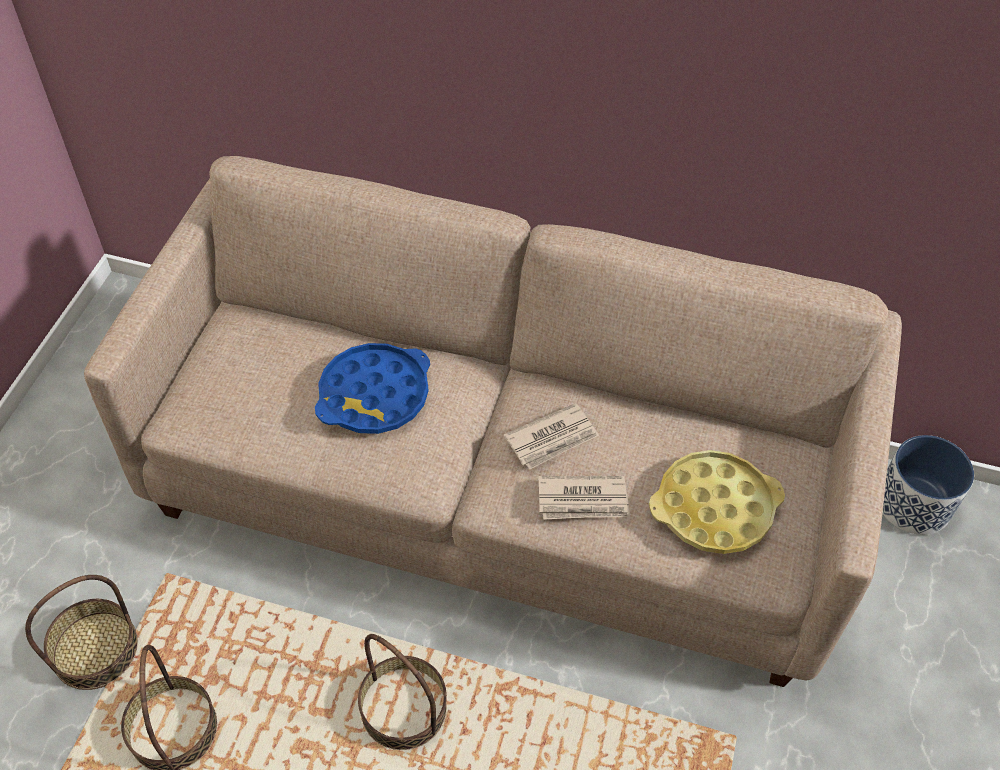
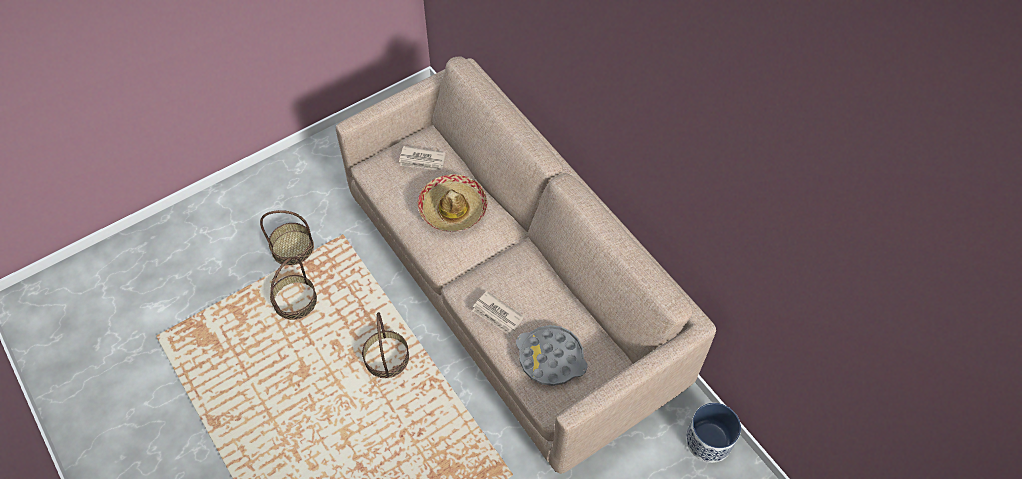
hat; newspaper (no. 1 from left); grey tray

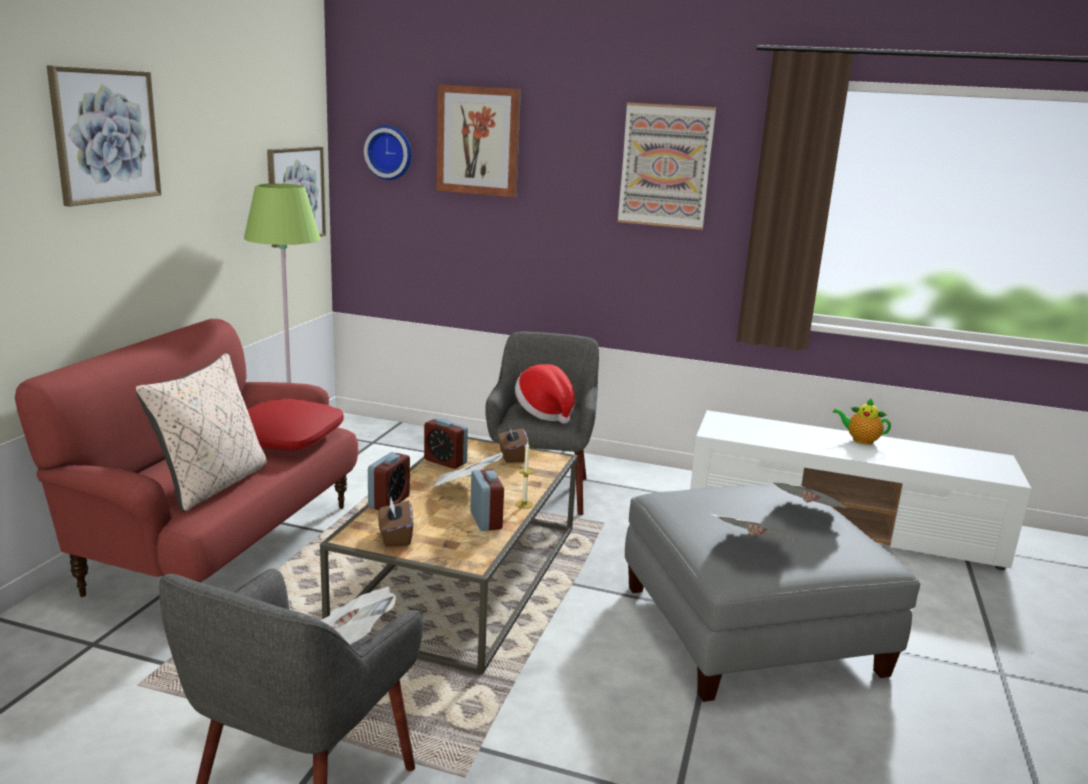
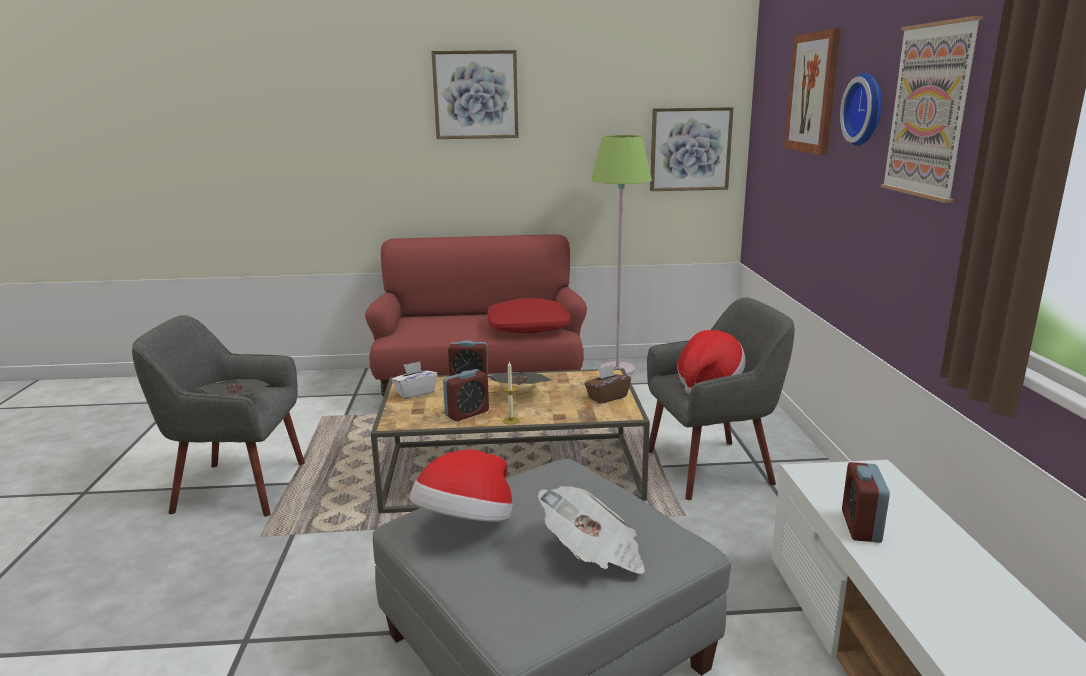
wall clock; beige pillow; teapot; alarm clock (no. 3 from left); white tissue box; hat (no. 1 from left)

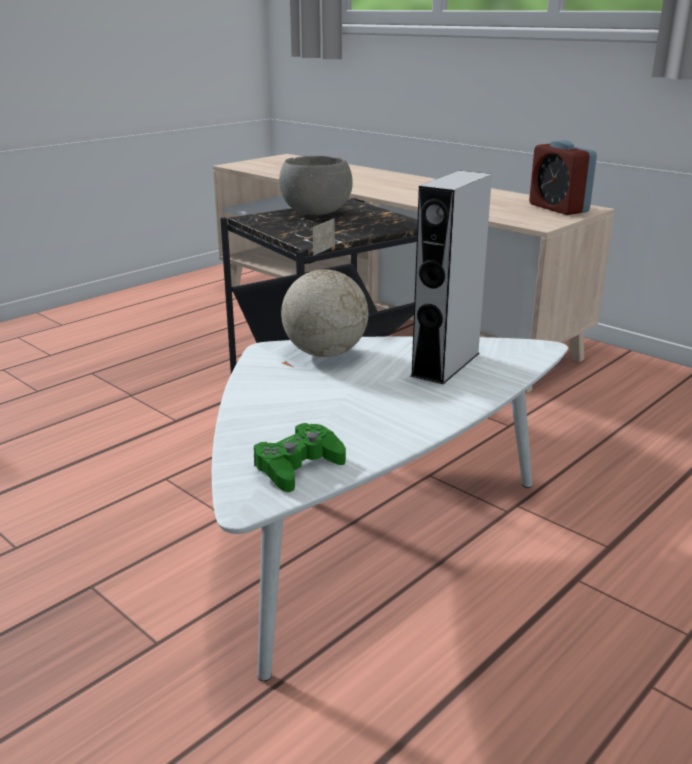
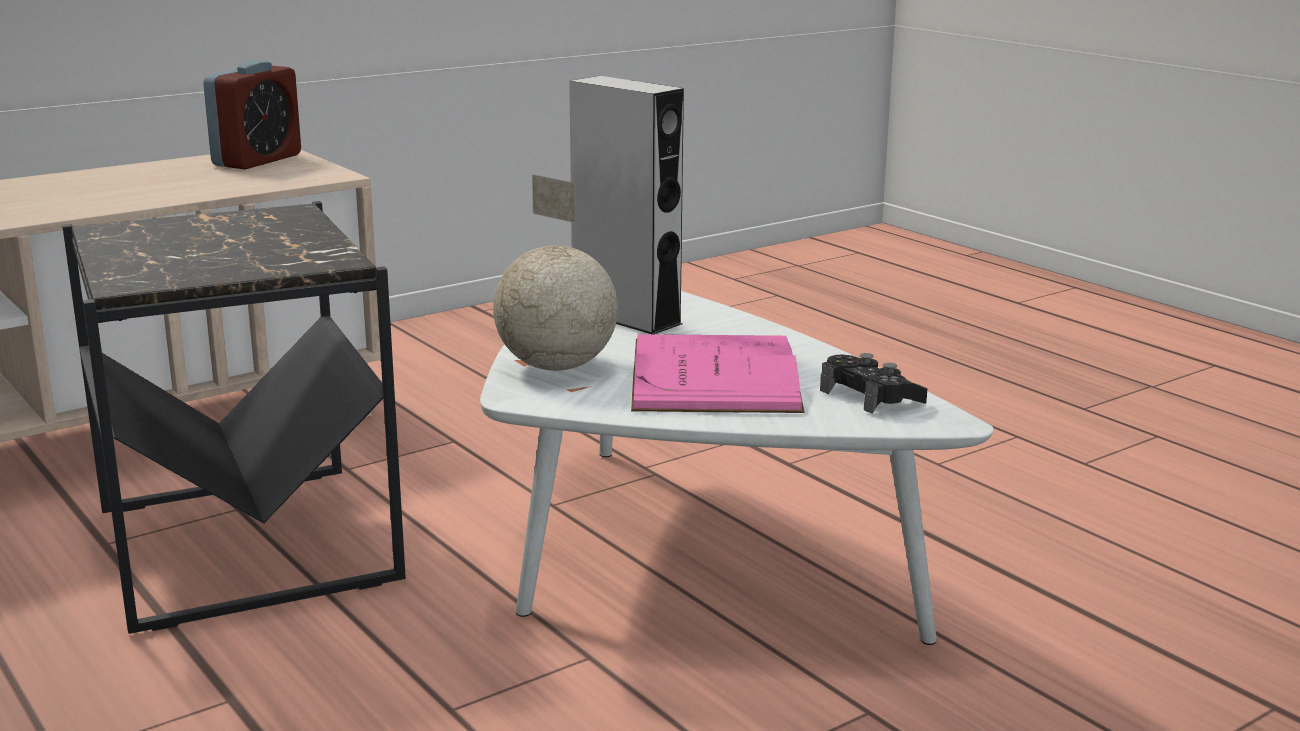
alarm clock; grey bowl; black game controller; pink book

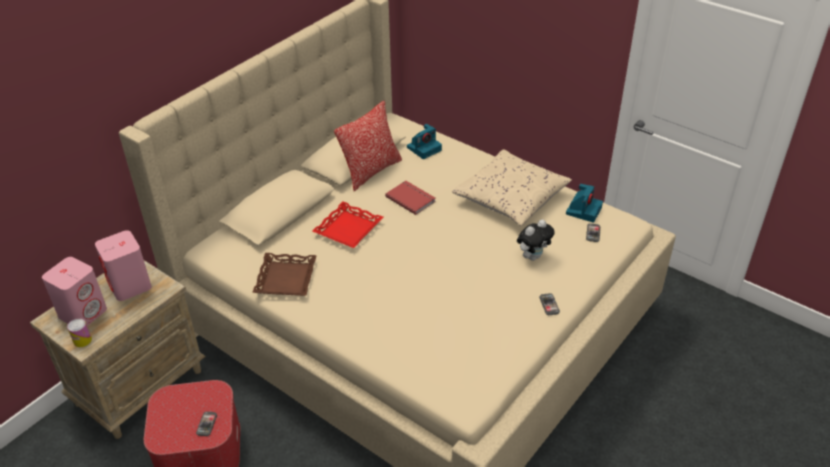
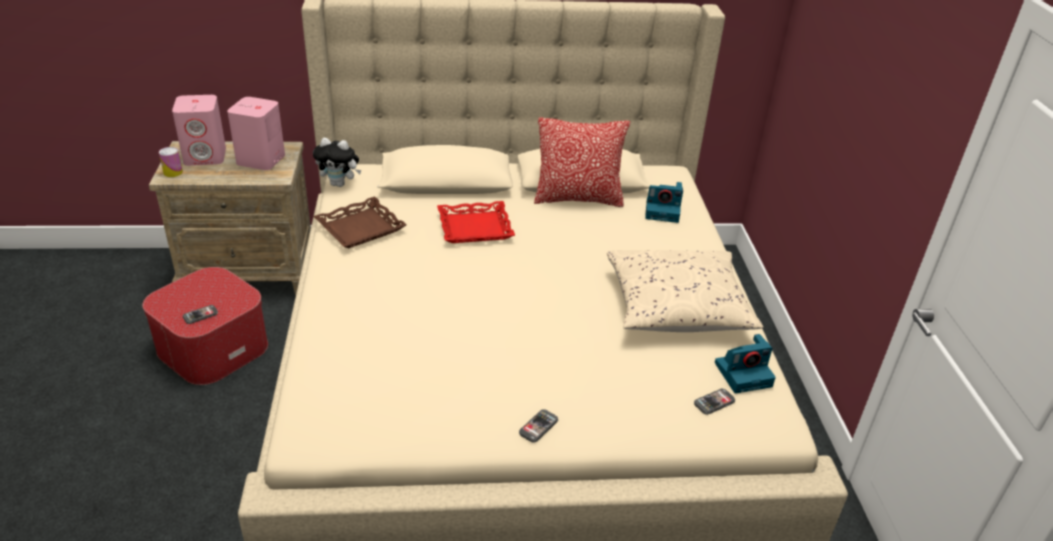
red book; plush toy

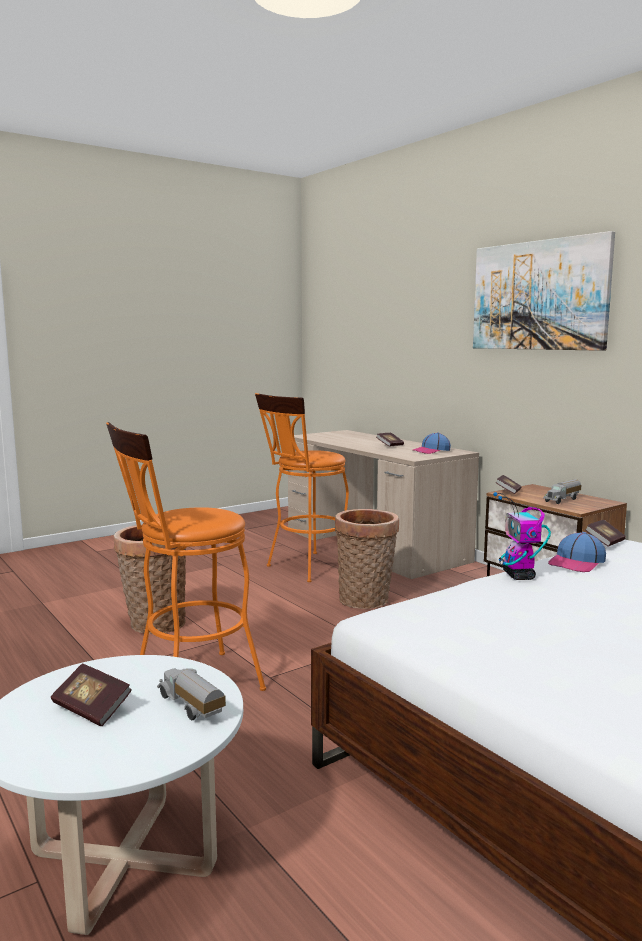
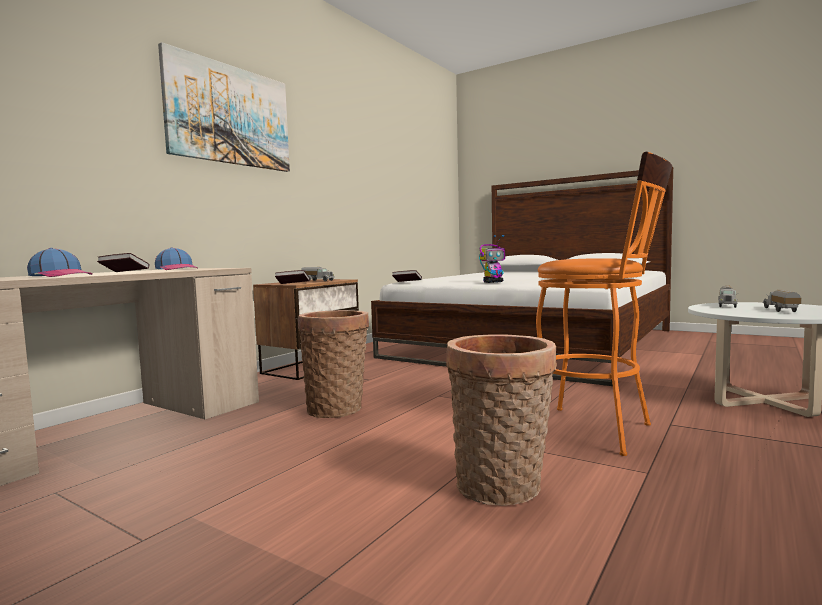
orange stool (no. 2 from left in the first image); cap (no. 1 from left); toy truck (no. 3 from left)

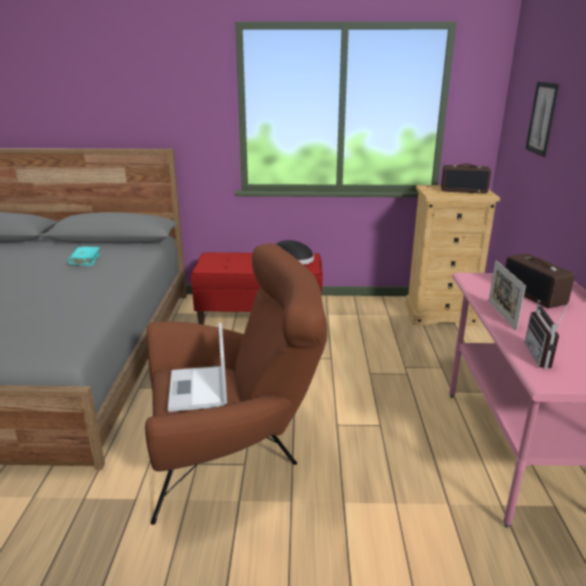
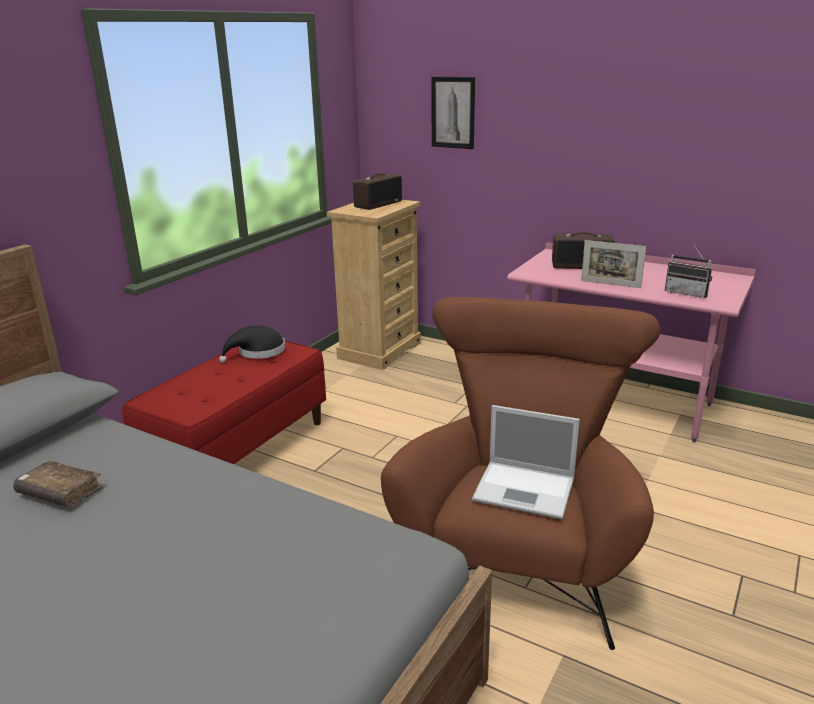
brown book

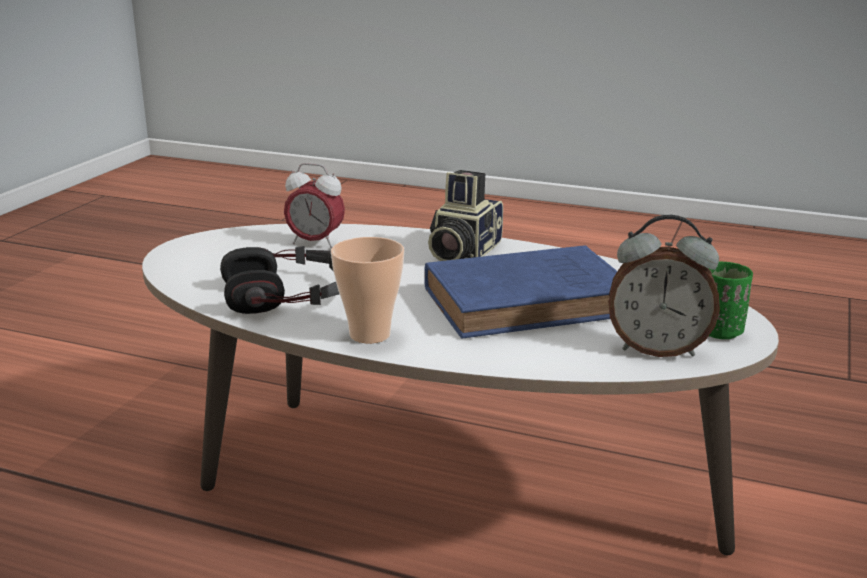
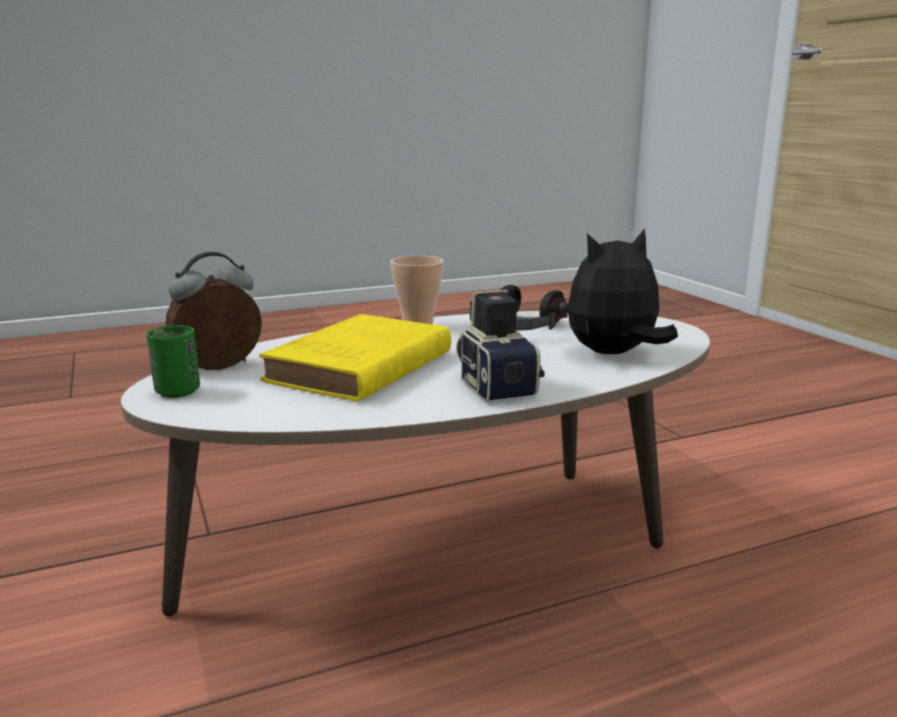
plush toy; yellow book

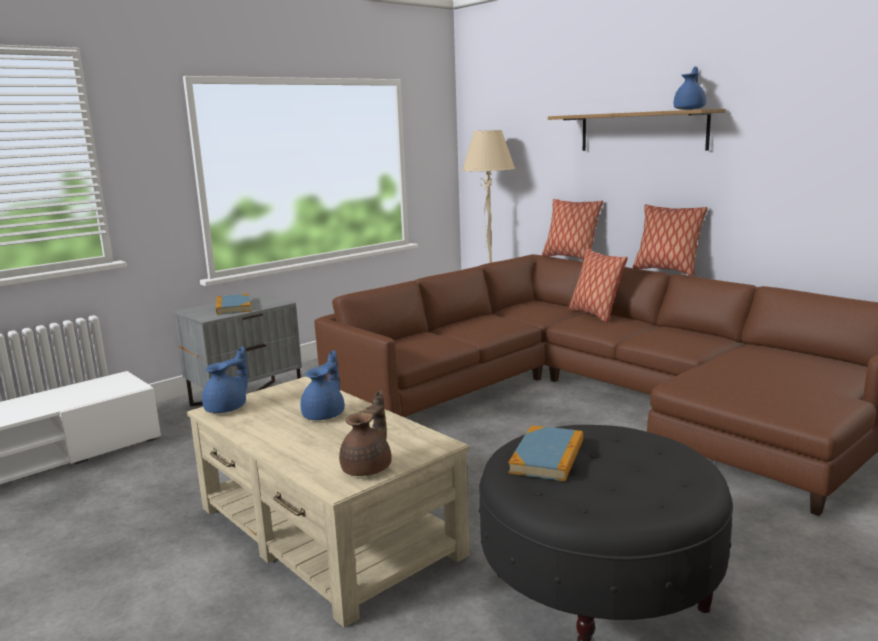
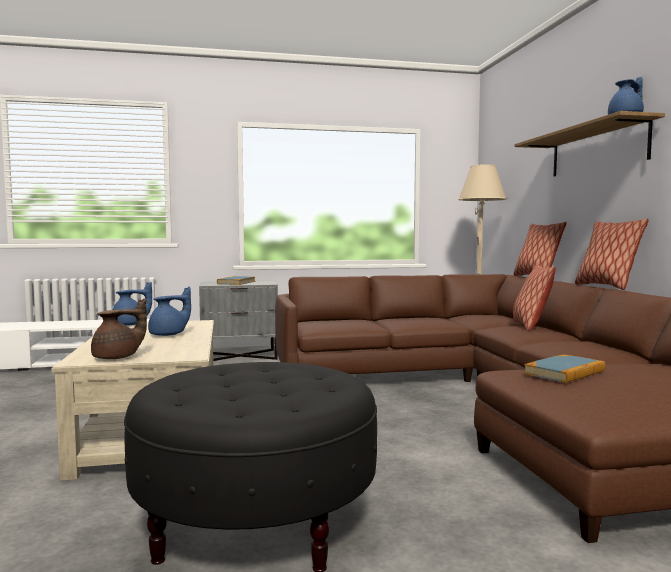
book (no. 2 from left)

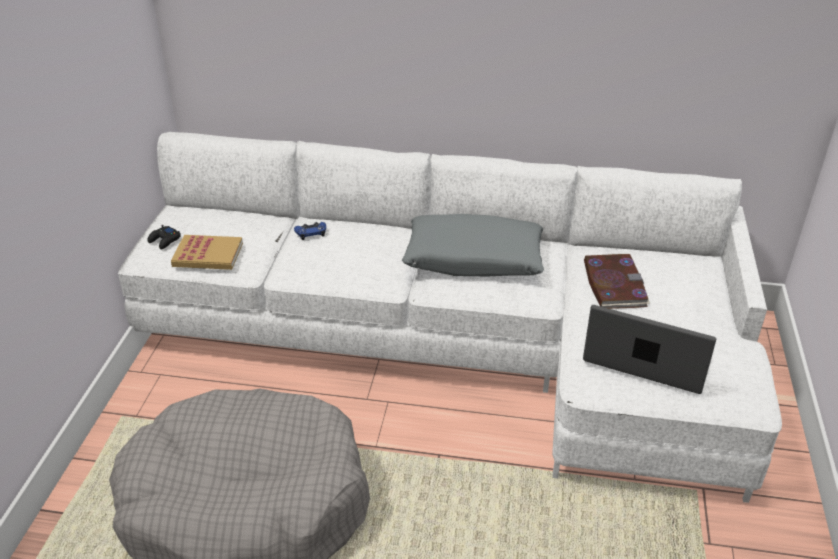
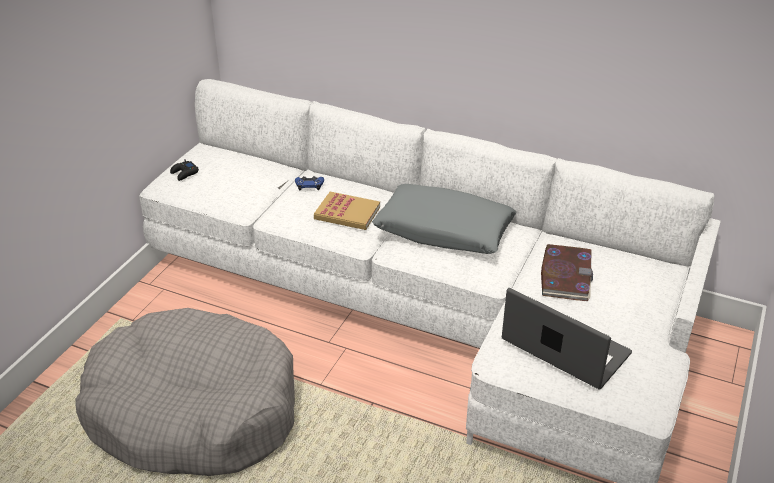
book (no. 1 from left)

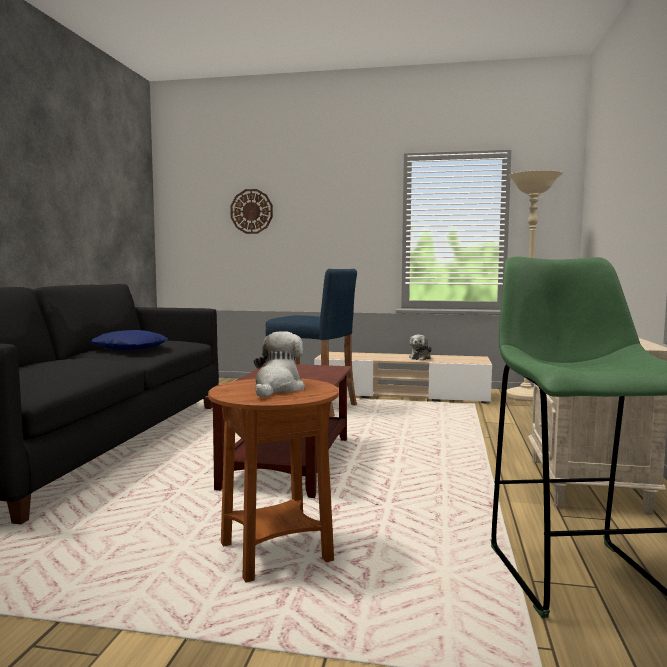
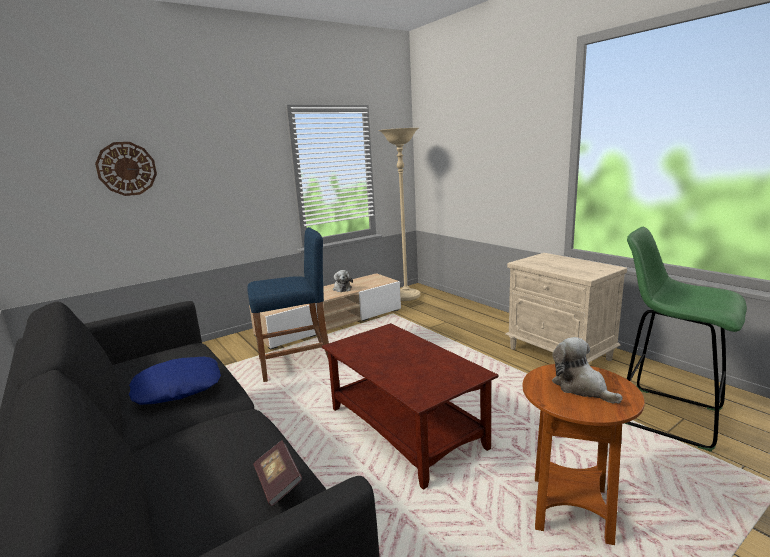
book

